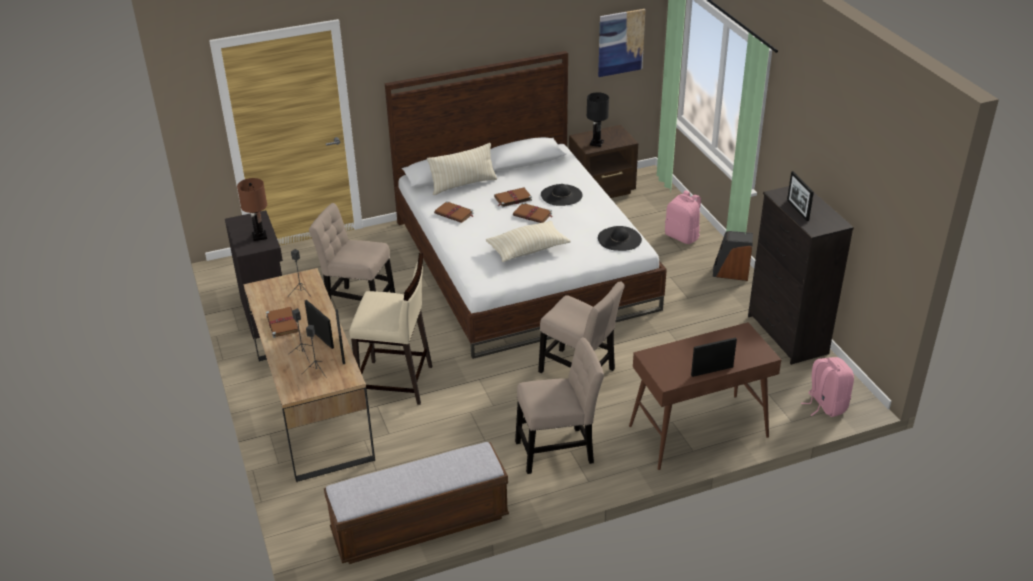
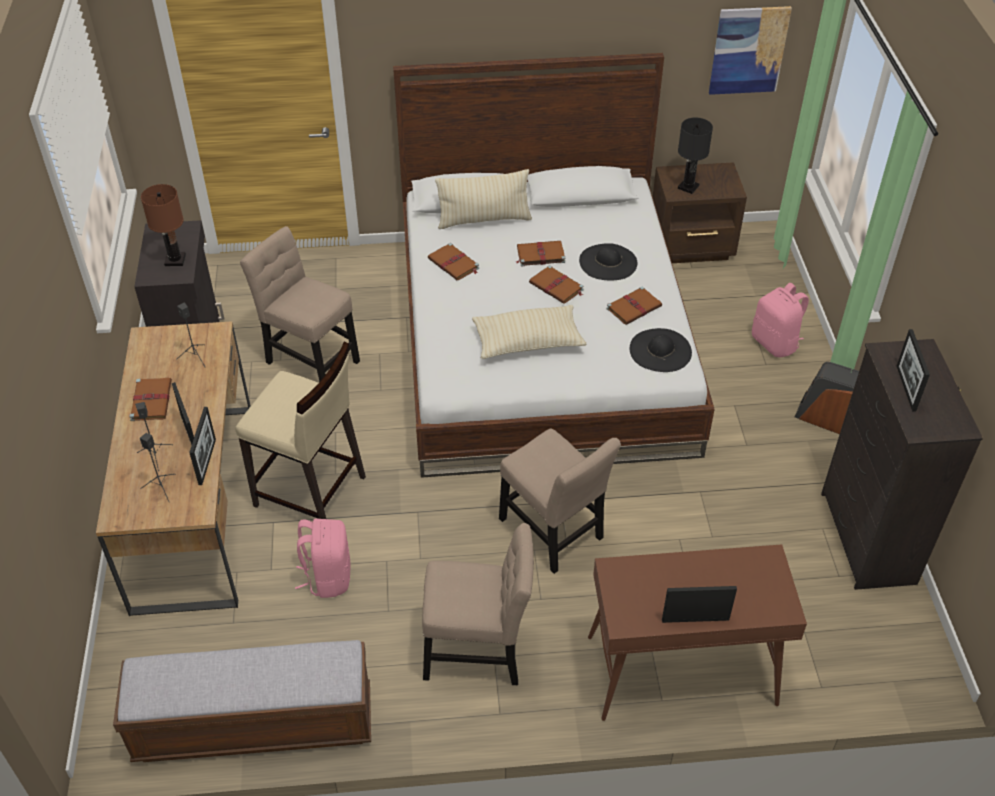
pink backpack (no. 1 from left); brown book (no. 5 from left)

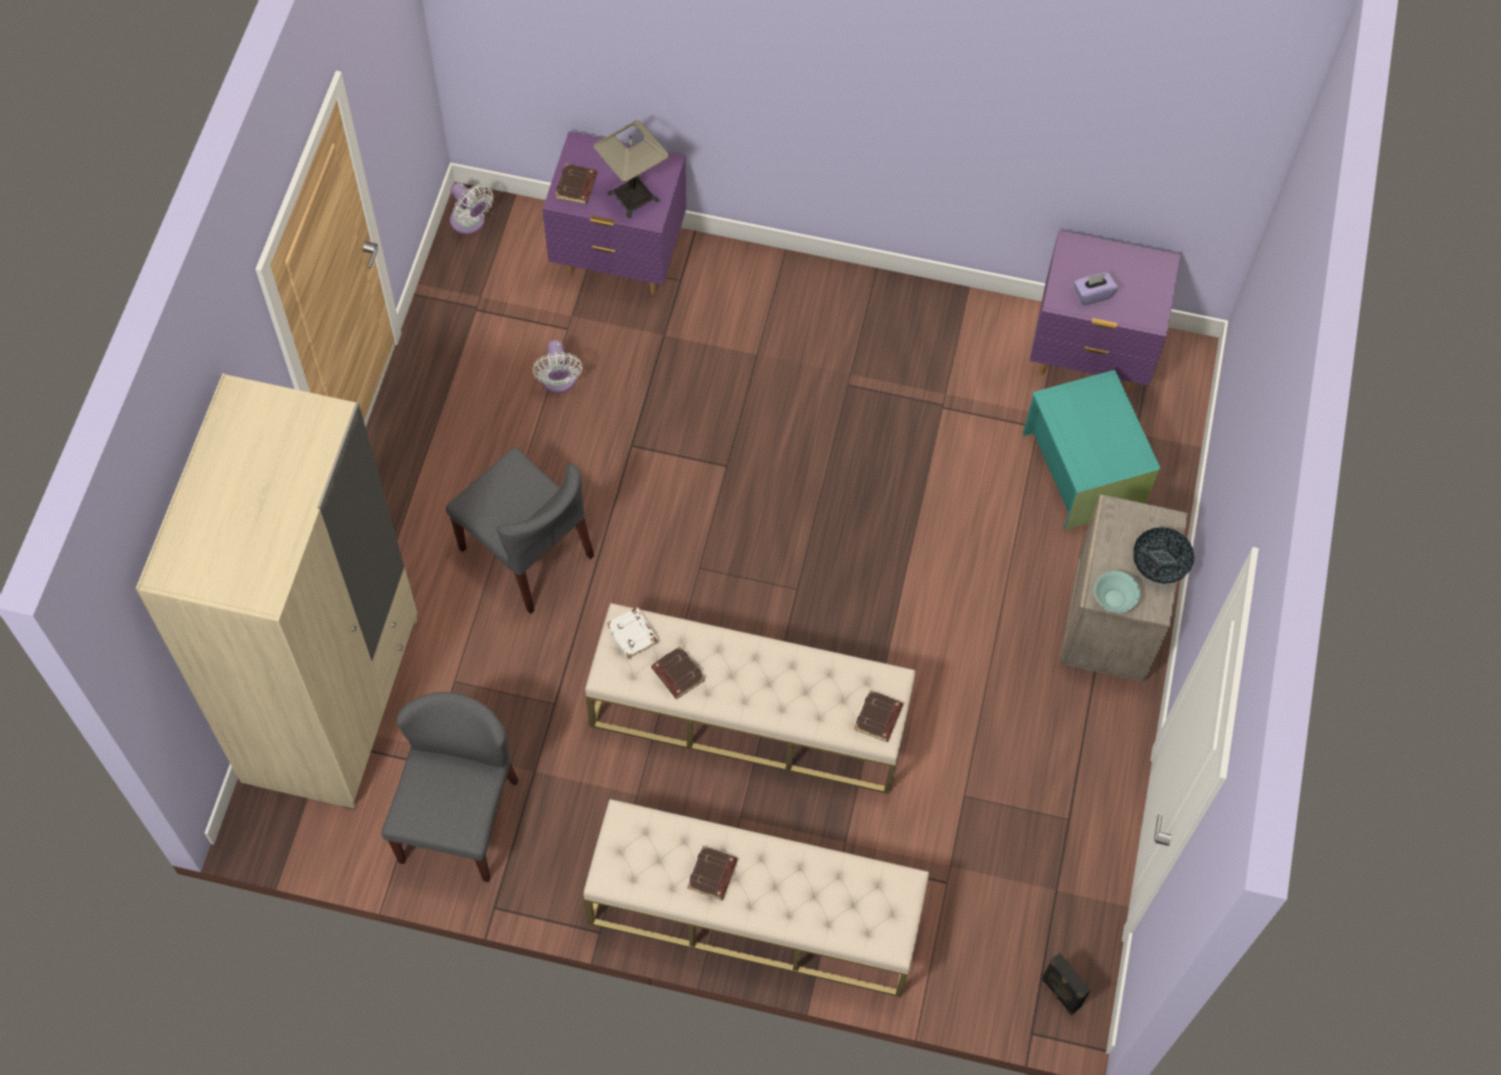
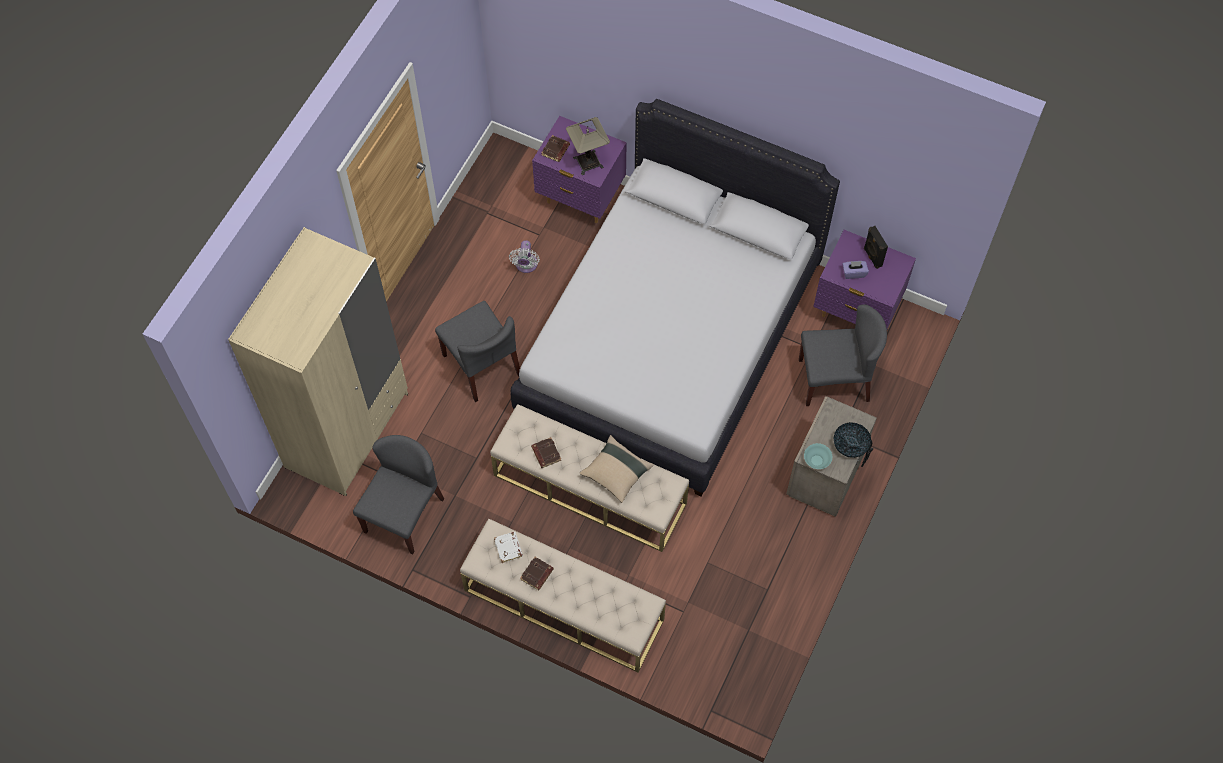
white fan (no. 1 from left in the first image); grey chair (no. 3 from left); white book; brown book (no. 4 from left in the first image); black speaker; white bed; beige pillow

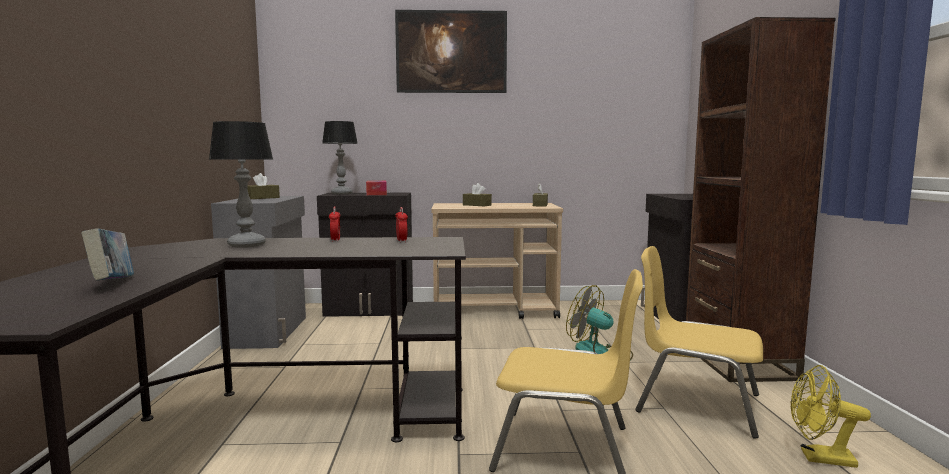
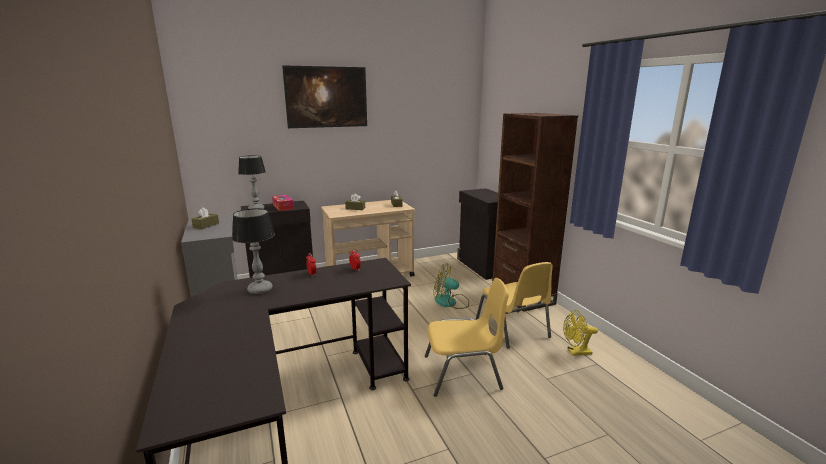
book; yellow chair (no. 2 from left)

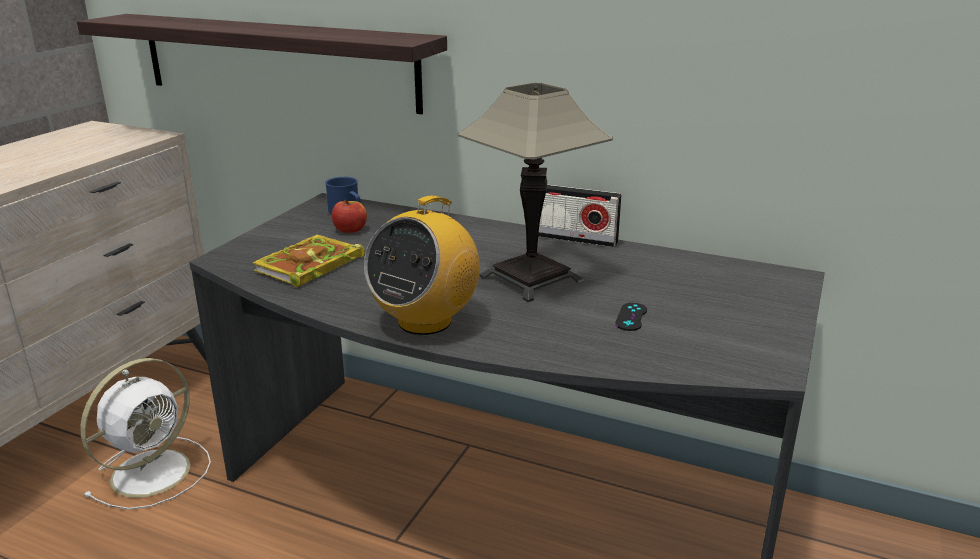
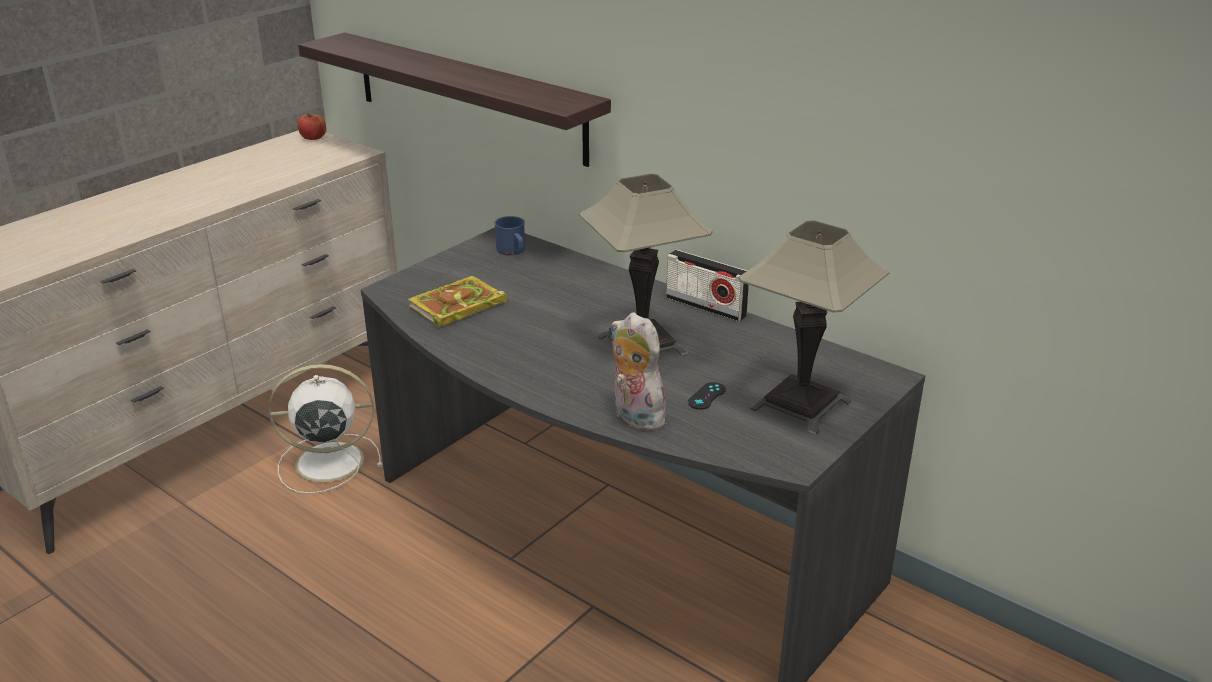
radio (no. 1 from left in the first image); apple; white fan; table lamp (no. 2 from left); plush toy

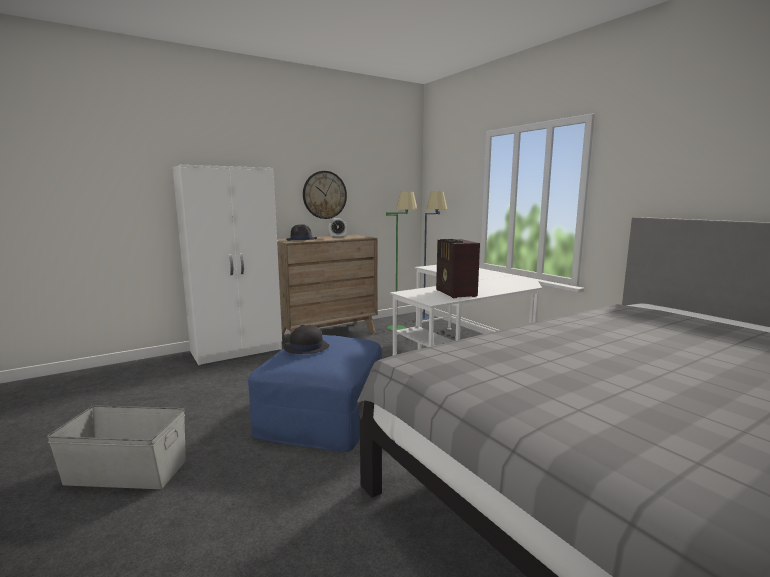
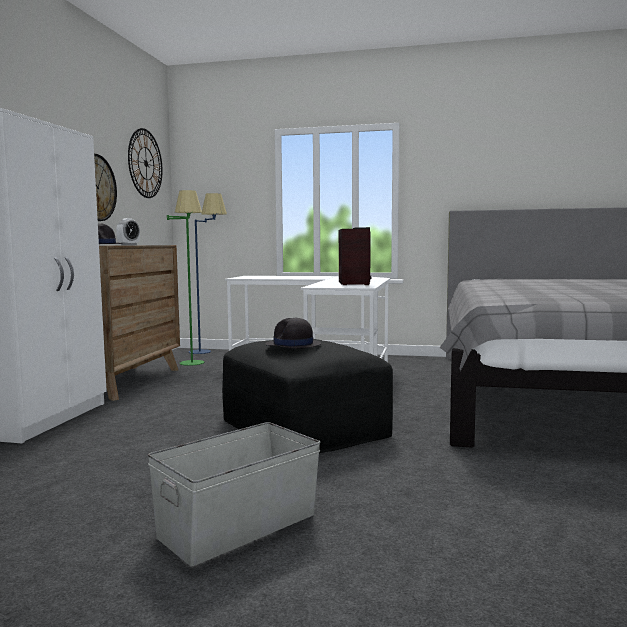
radio; black ottoman; wall clock (no. 2 from left)

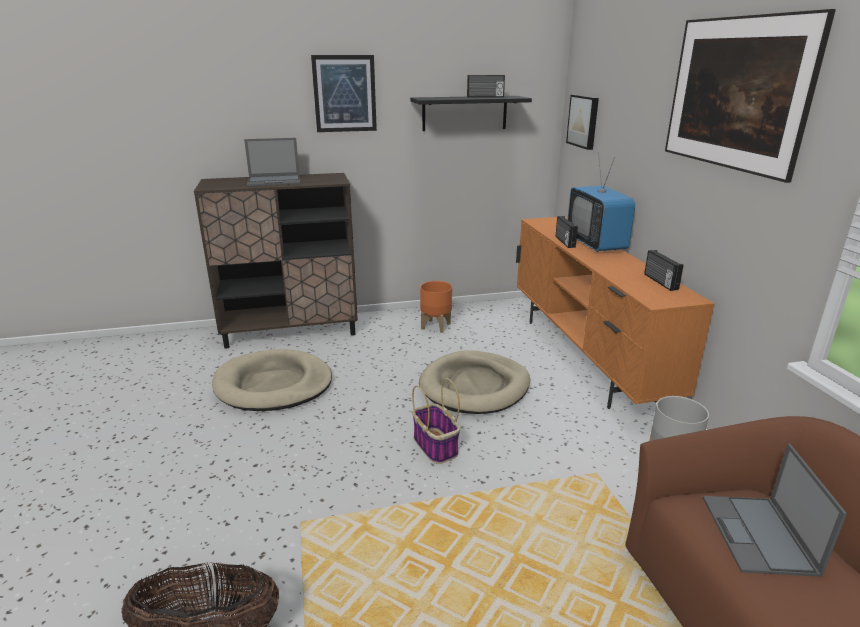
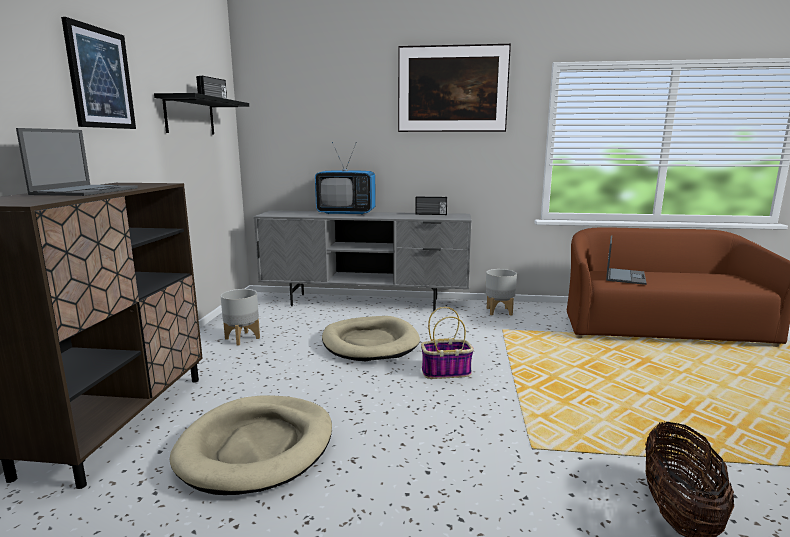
picture (no. 2 from left in the first image); radio (no. 2 from left in the first image); grey tv stand; grey planter (no. 1 from left); laptop (no. 2 from left)

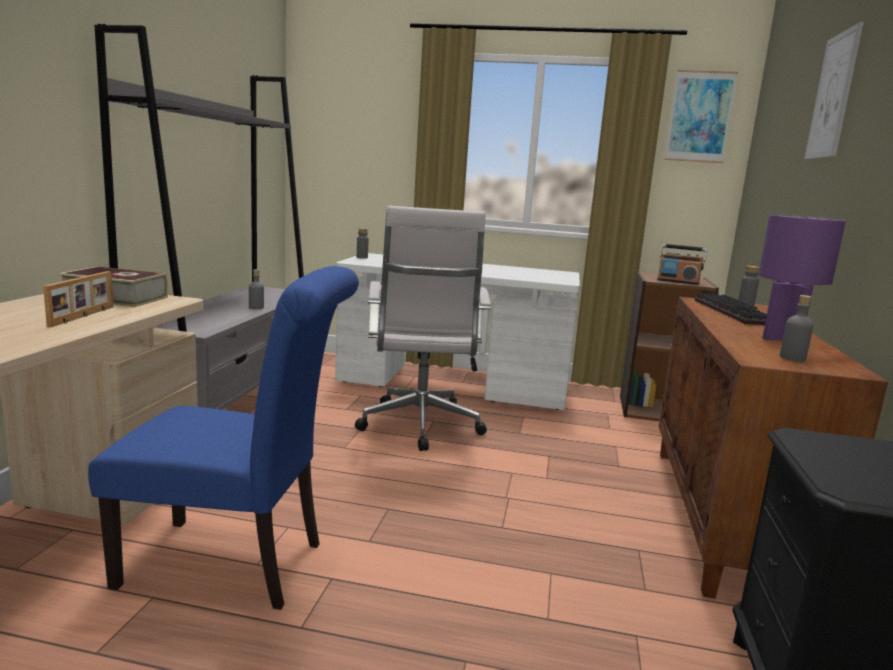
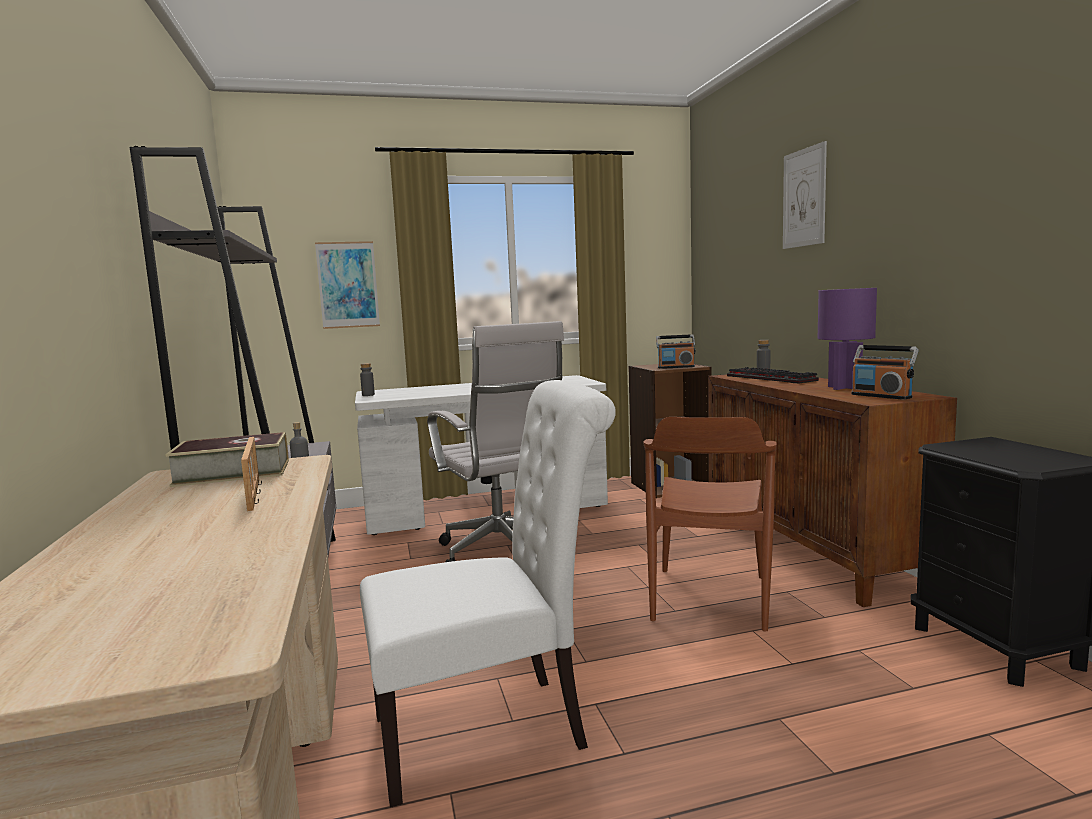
picture (no. 1 from left); white chair; radio (no. 2 from left); brown chair

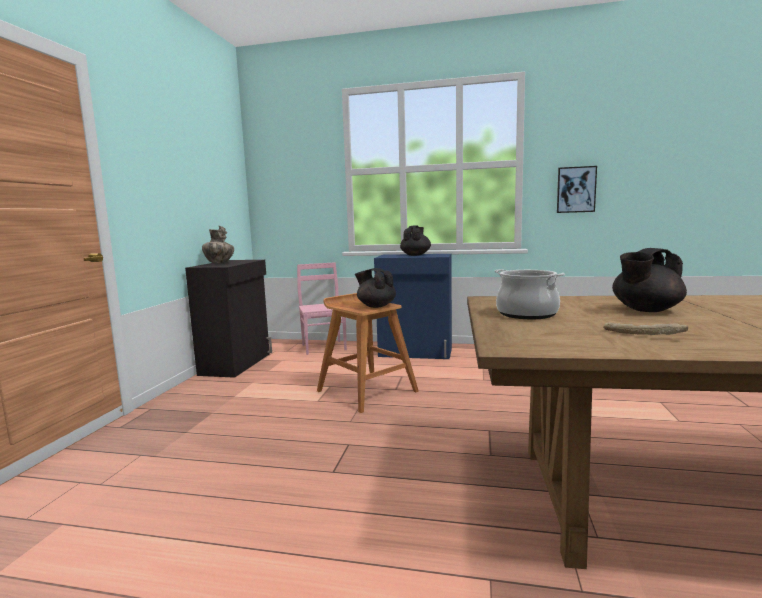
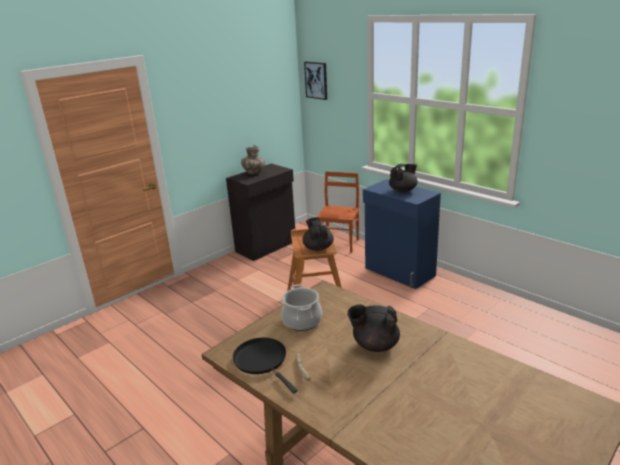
picture; brown chair; black frying pan

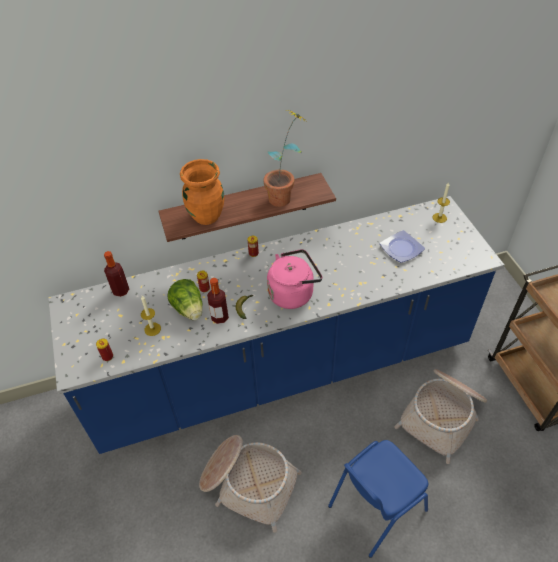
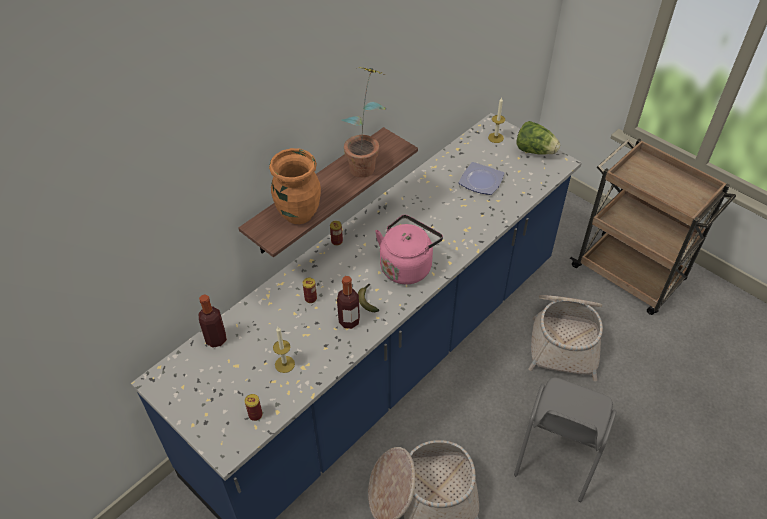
lettuce; grey chair

